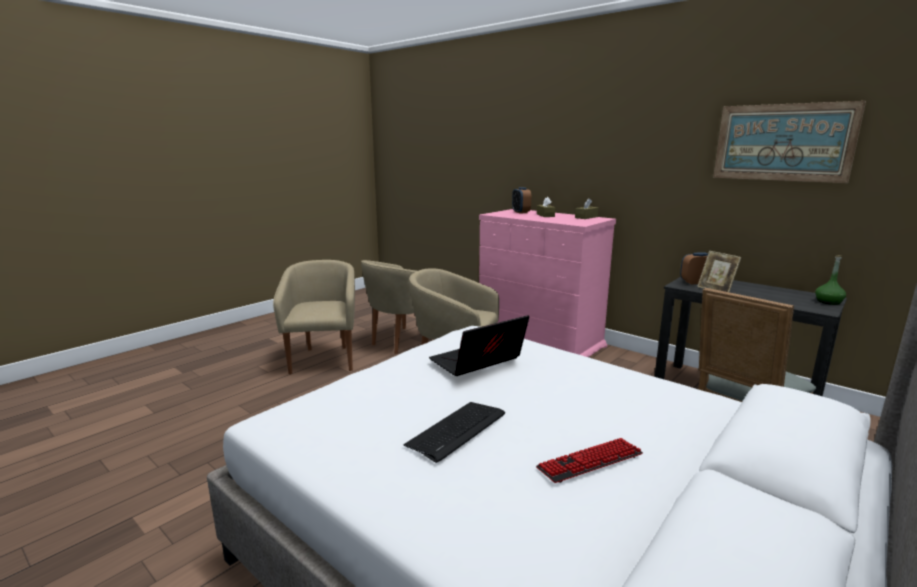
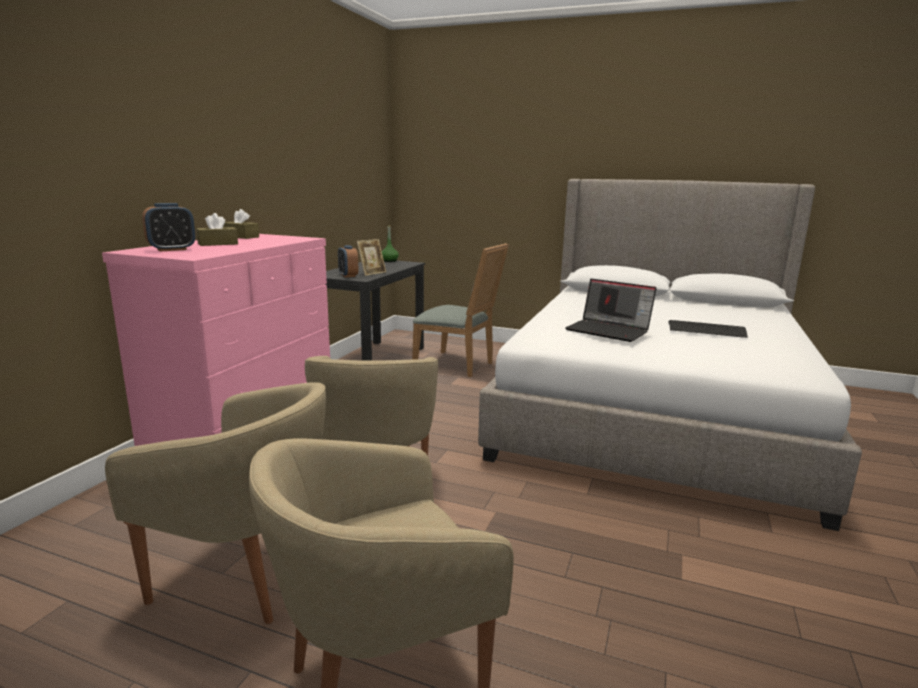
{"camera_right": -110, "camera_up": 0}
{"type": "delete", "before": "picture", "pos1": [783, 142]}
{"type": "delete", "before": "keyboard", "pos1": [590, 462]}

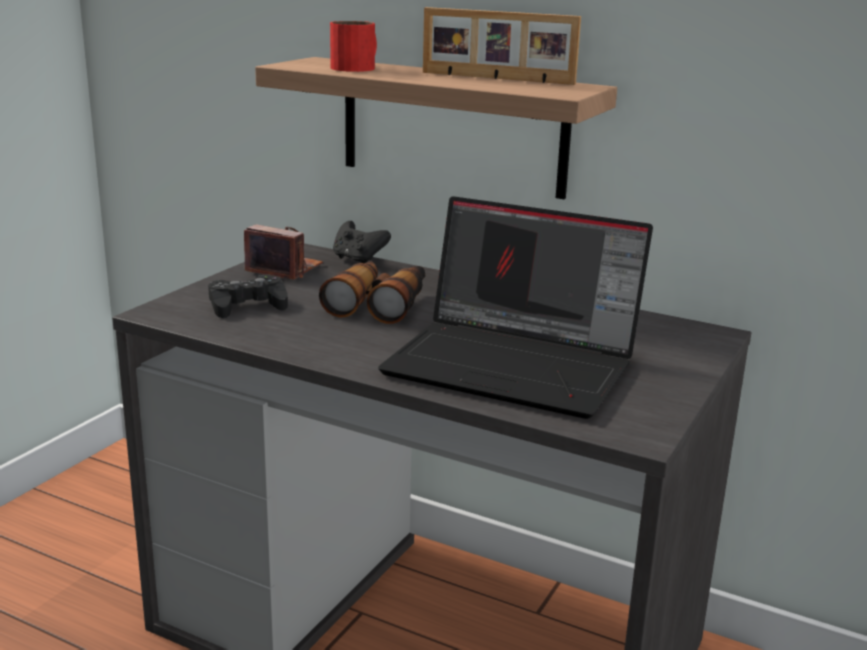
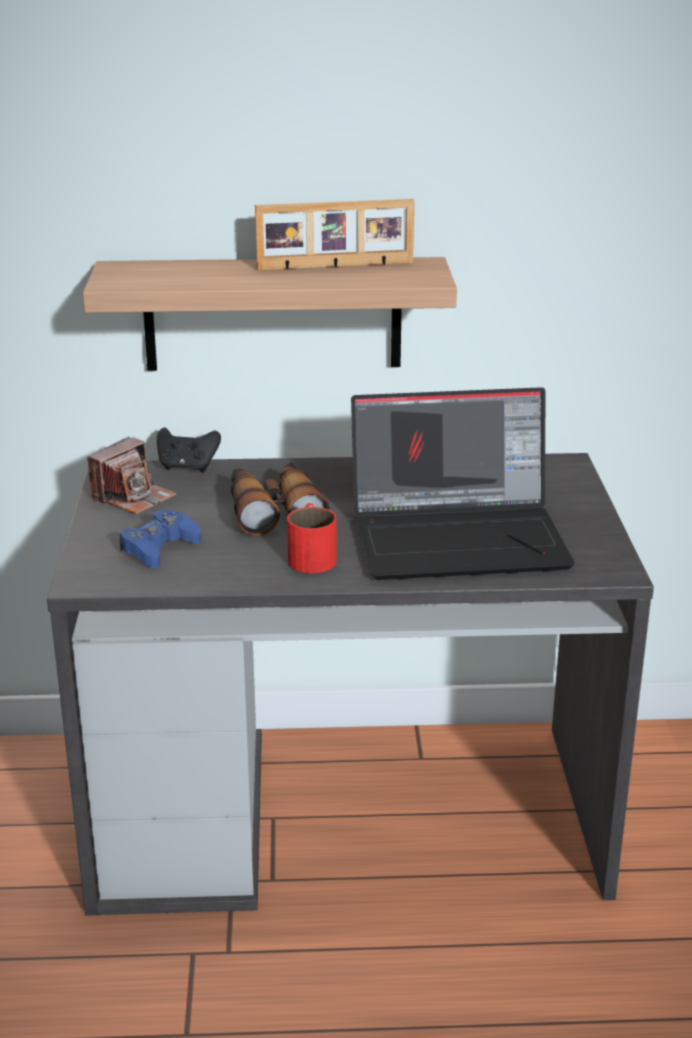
{"camera_right": -30, "camera_up": 5}
{"type": "move", "before": "red mug", "pos1": [358, 67], "pos2": [311, 555]}
{"type": "rotate", "before": "photo camera", "pos1": [285, 269], "pos2": [133, 497], "turn": 135}
{"type": "recolor", "before": "black game controller", "after": "blue game controller", "pos1": [247, 305], "pos2": [159, 548]}

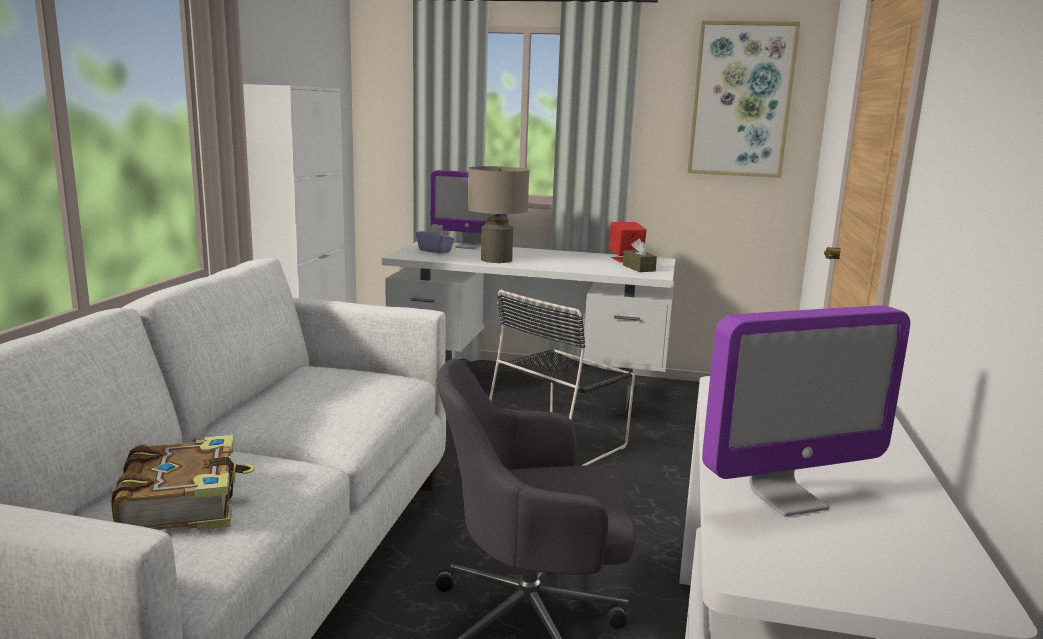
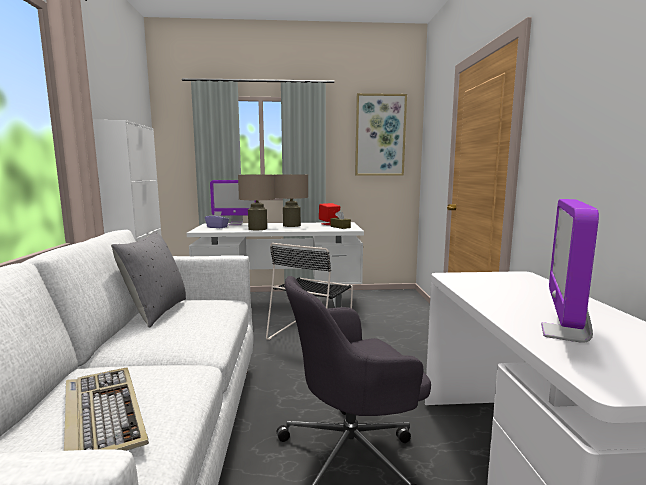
{"camera_right": -15, "camera_up": -5}
{"type": "rotate", "before": "monitor", "pos1": [787, 499], "pos2": [564, 334], "turn": 150}
{"type": "replace", "before": "book", "after": "keyboard", "pos1": [184, 503], "pos2": [101, 415]}
{"type": "insert", "after": "beige table lamp", "pos2": [291, 225]}
{"type": "insert", "after": "grey pillow", "pos2": [156, 312]}

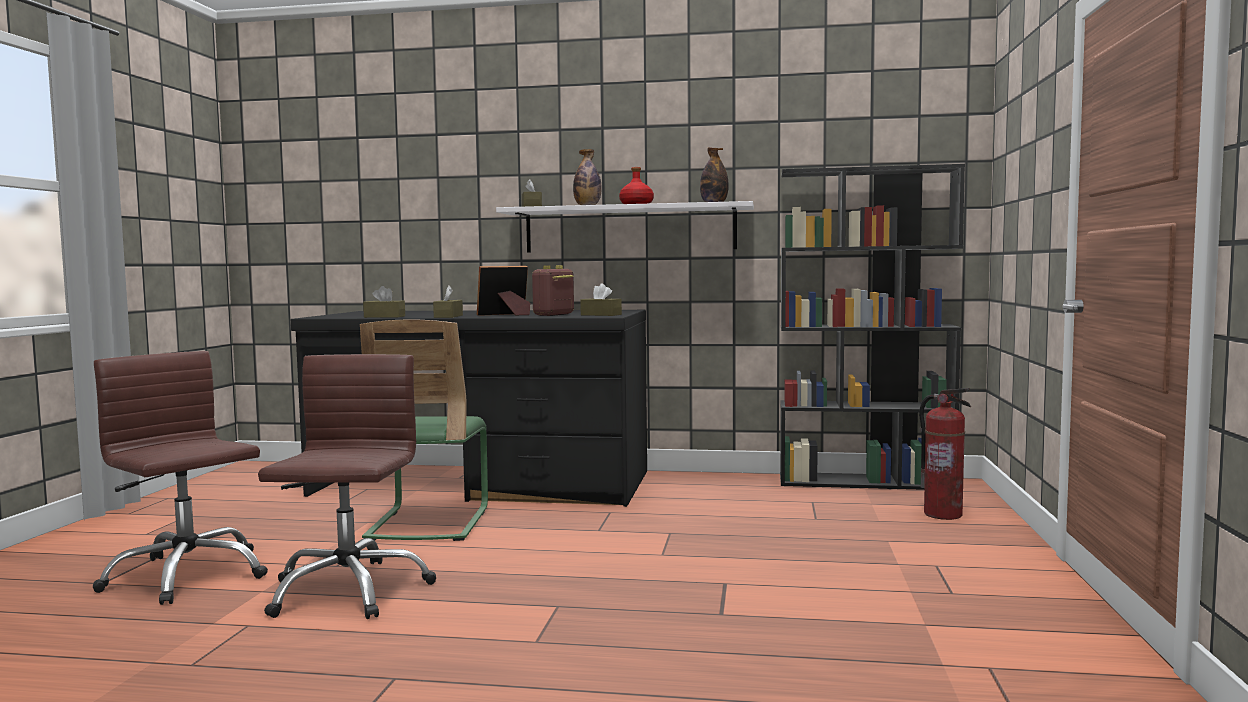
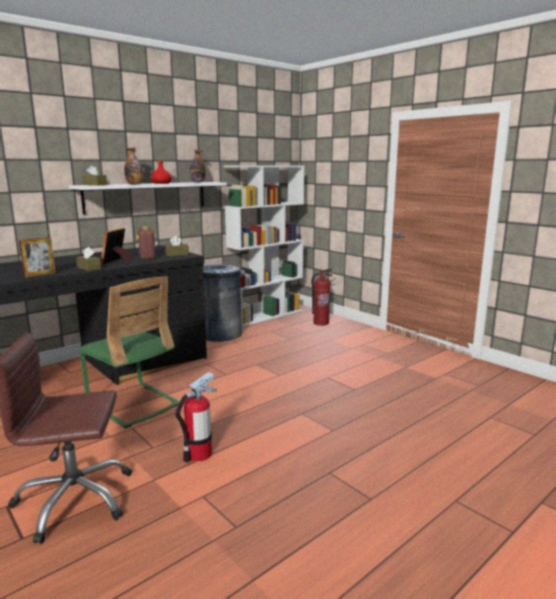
{"camera_right": -50, "camera_up": 10}
{"type": "recolor", "before": "black bookcase", "after": "white bookcase", "pos1": [865, 482], "pos2": [266, 316]}
{"type": "replace", "before": "brown tissue box", "after": "picture frame", "pos1": [384, 316], "pos2": [40, 275]}
{"type": "replace", "before": "brown office chair", "after": "fire extinguisher", "pos1": [347, 590], "pos2": [199, 454]}
{"type": "insert", "after": "grey trash can", "pos2": [220, 334]}

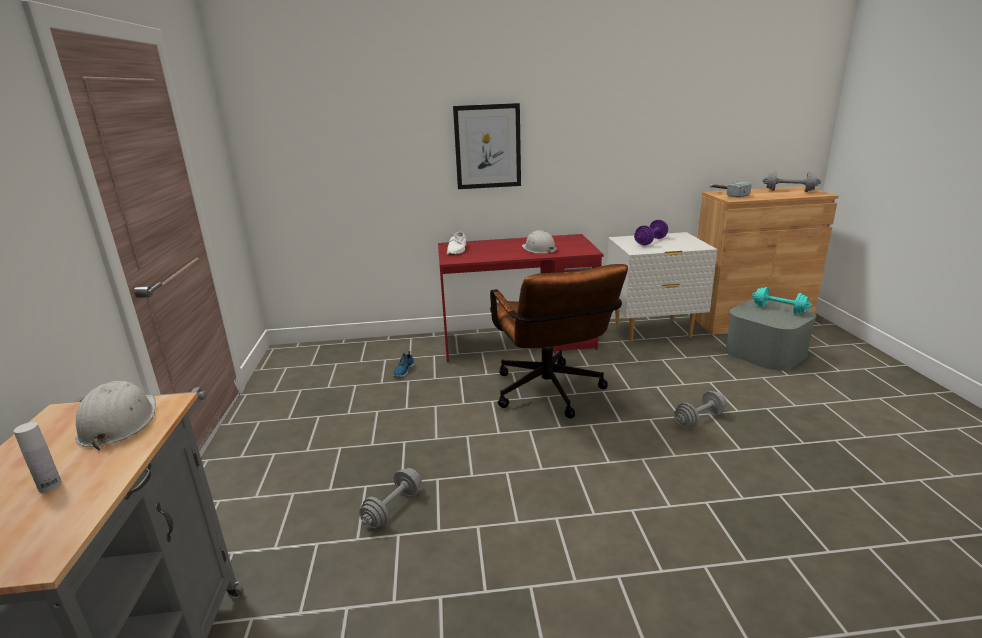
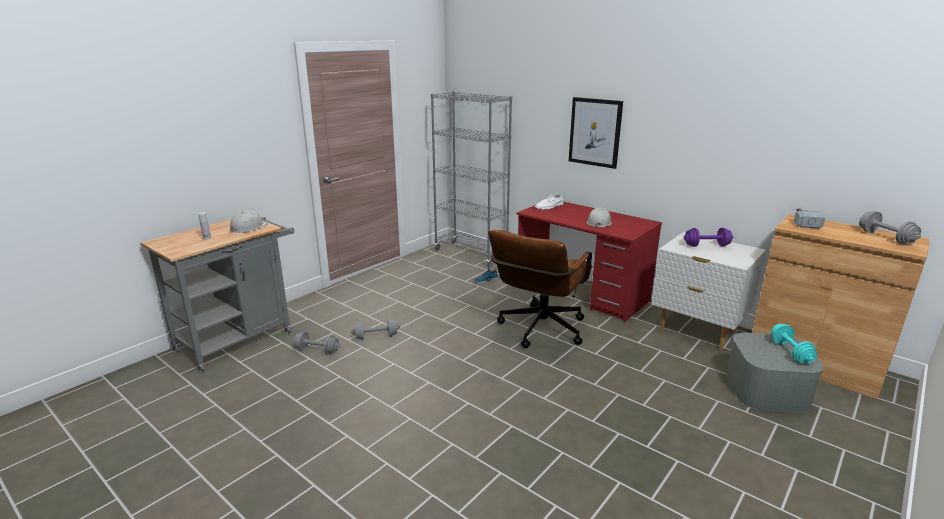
{"camera_right": 45, "camera_up": 0}
{"type": "move", "before": "grey dumbbell", "pos1": [699, 419], "pos2": [317, 351]}
{"type": "insert", "after": "grey bookcase", "pos2": [471, 254]}

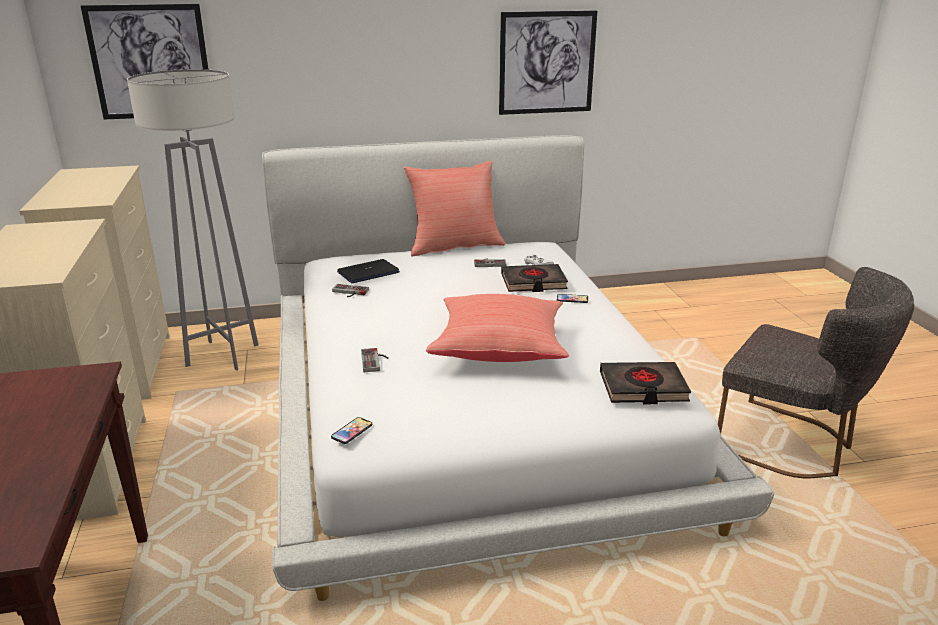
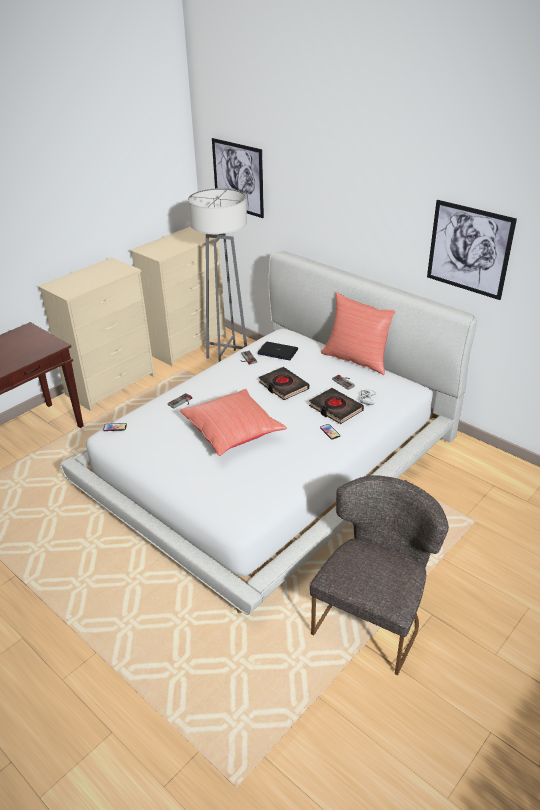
{"camera_right": 55, "camera_up": 10}
{"type": "rotate", "before": "grey chair", "pos1": [792, 445], "pos2": [373, 617], "turn": -150}
{"type": "move", "before": "black book", "pos1": [643, 388], "pos2": [283, 386]}

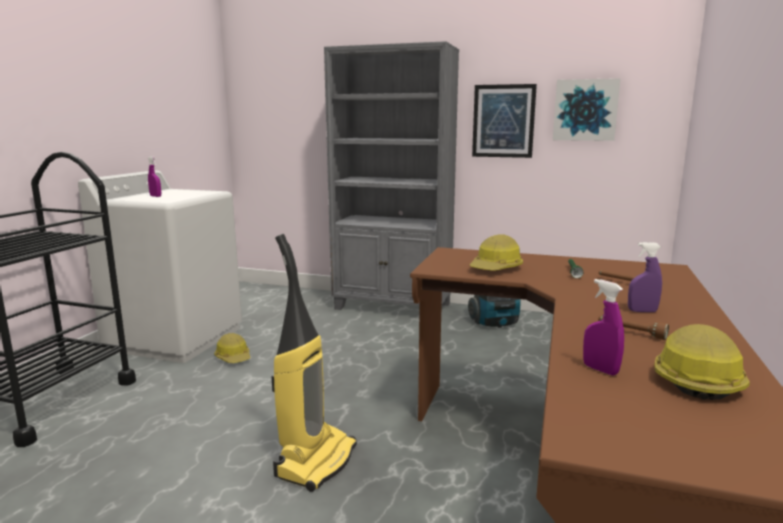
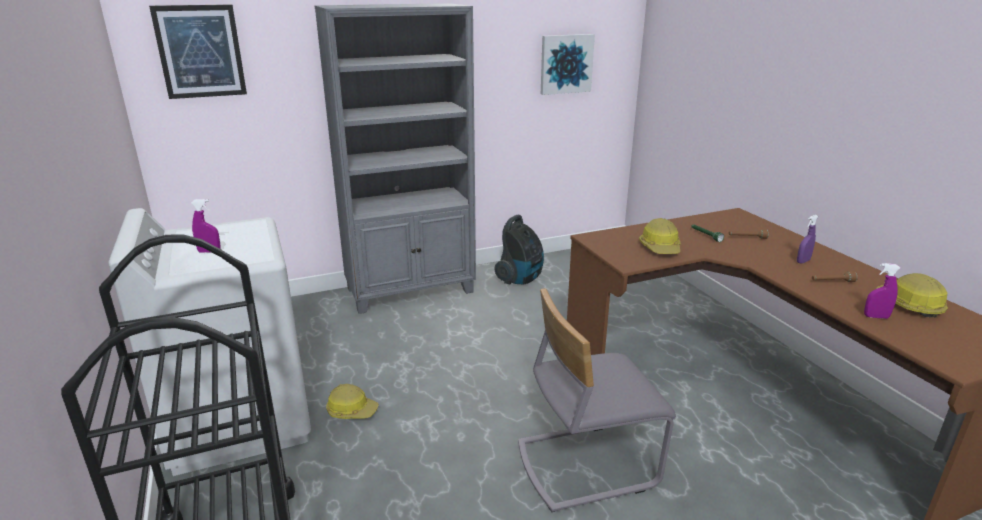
{"camera_right": -40, "camera_up": 10}
{"type": "move", "before": "picture", "pos1": [503, 121], "pos2": [200, 51]}
{"type": "replace", "before": "vacuum cleaner", "after": "grey chair", "pos1": [315, 460], "pos2": [585, 463]}

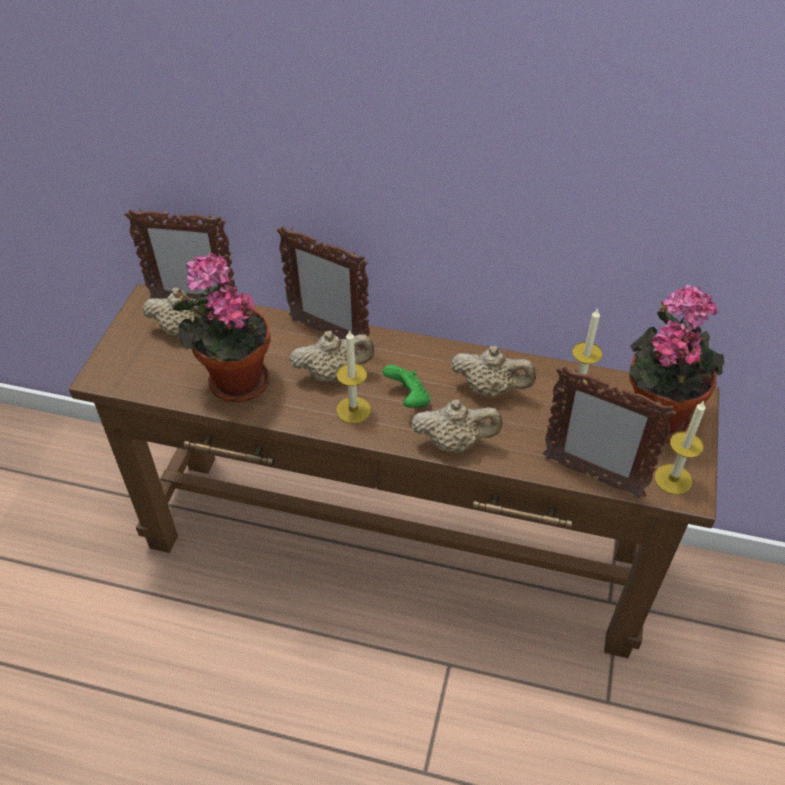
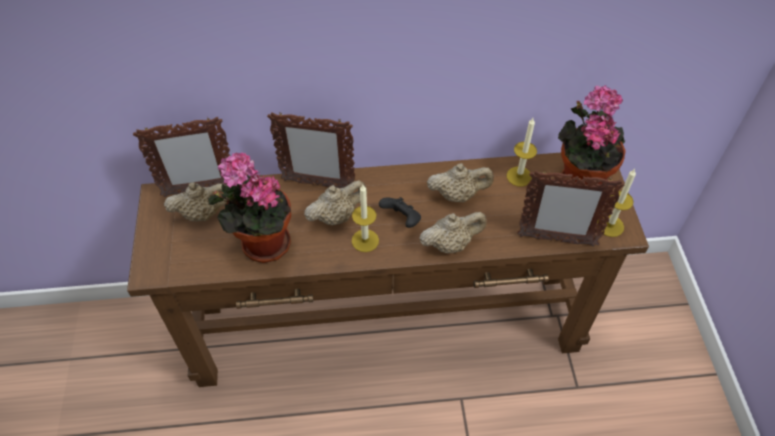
{"camera_right": -20, "camera_up": 5}
{"type": "recolor", "before": "green game controller", "after": "black game controller", "pos1": [408, 399], "pos2": [402, 220]}

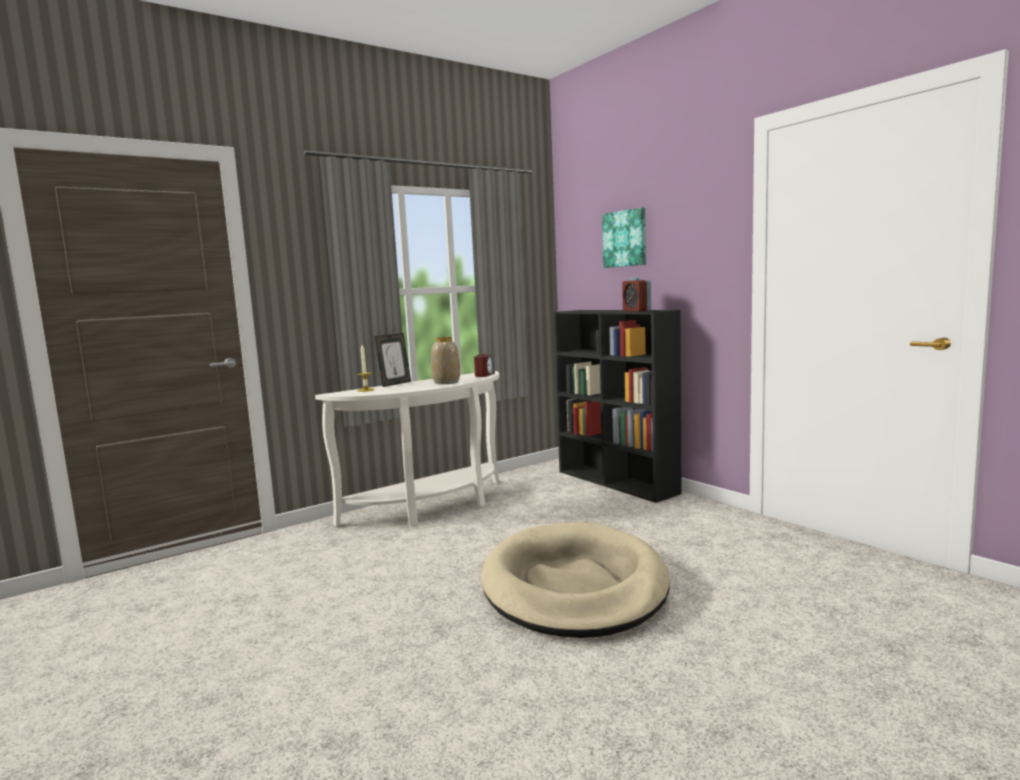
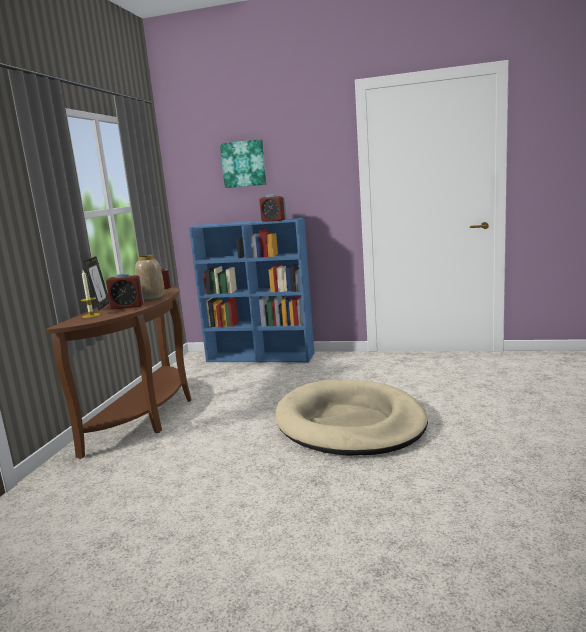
{"camera_right": -40, "camera_up": 5}
{"type": "recolor", "before": "black bookcase", "after": "blue bookcase", "pos1": [617, 482], "pos2": [261, 357]}
{"type": "recolor", "before": "white console table", "after": "brown console table", "pos1": [433, 508], "pos2": [150, 415]}
{"type": "insert", "after": "alarm clock", "pos2": [127, 306]}

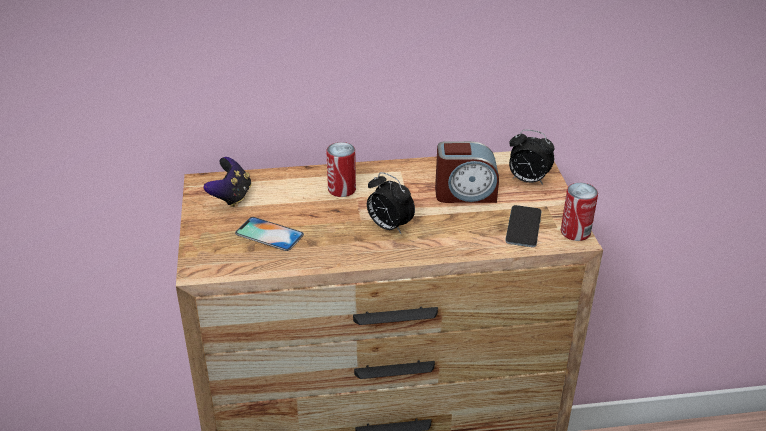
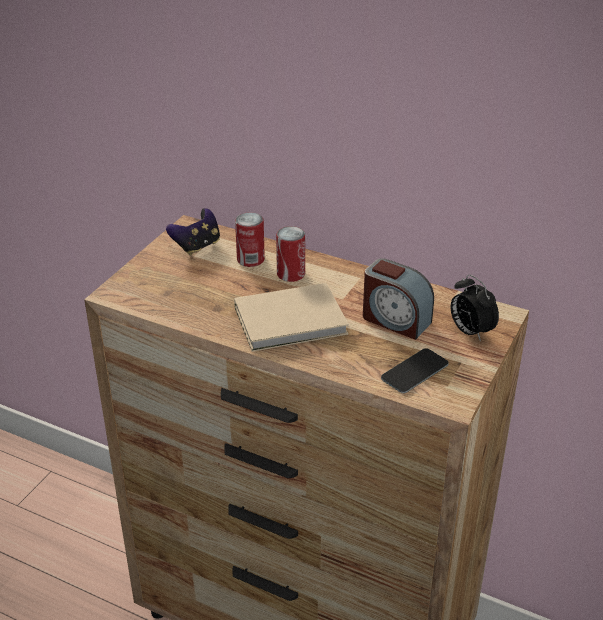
{"camera_right": 35, "camera_up": 0}
{"type": "replace", "before": "alarm clock", "after": "beige book", "pos1": [388, 227], "pos2": [293, 321]}
{"type": "move", "before": "can", "pos1": [575, 232], "pos2": [250, 259]}
{"type": "delete", "before": "phone", "pos1": [269, 234]}

